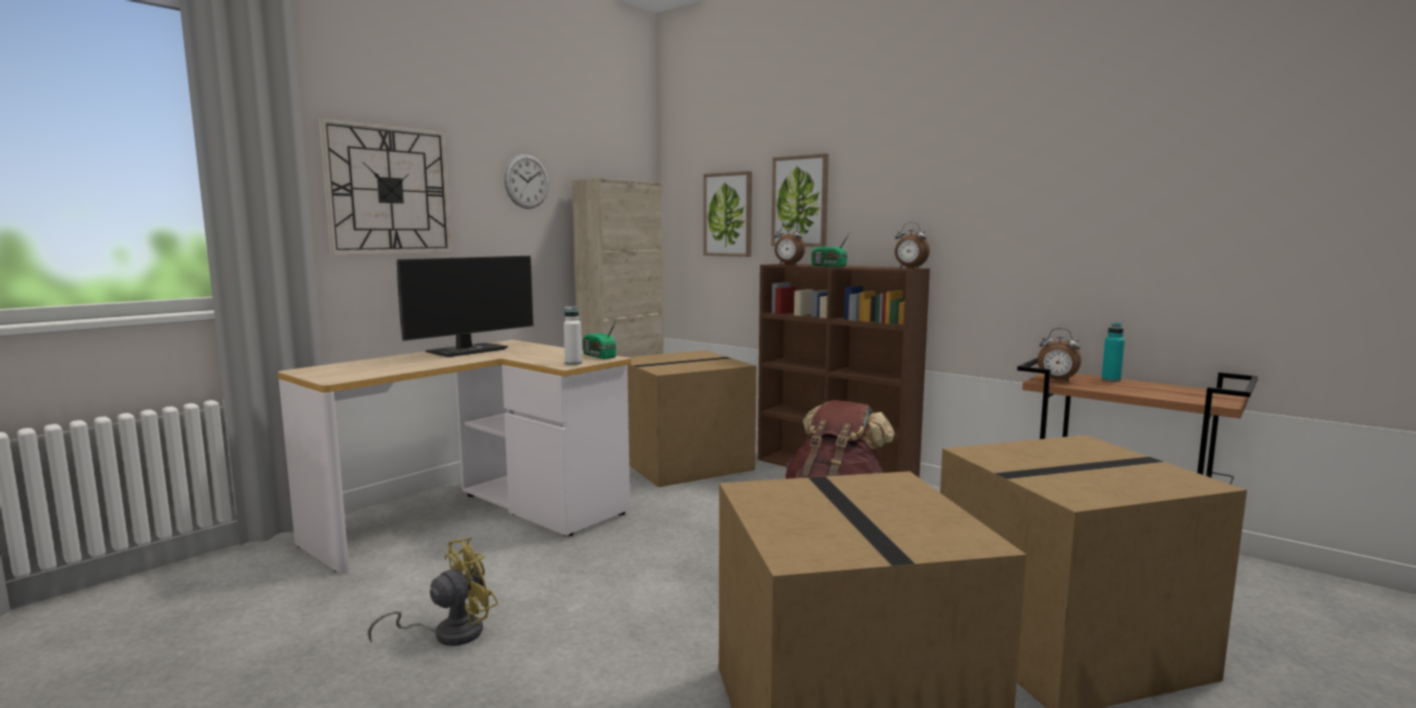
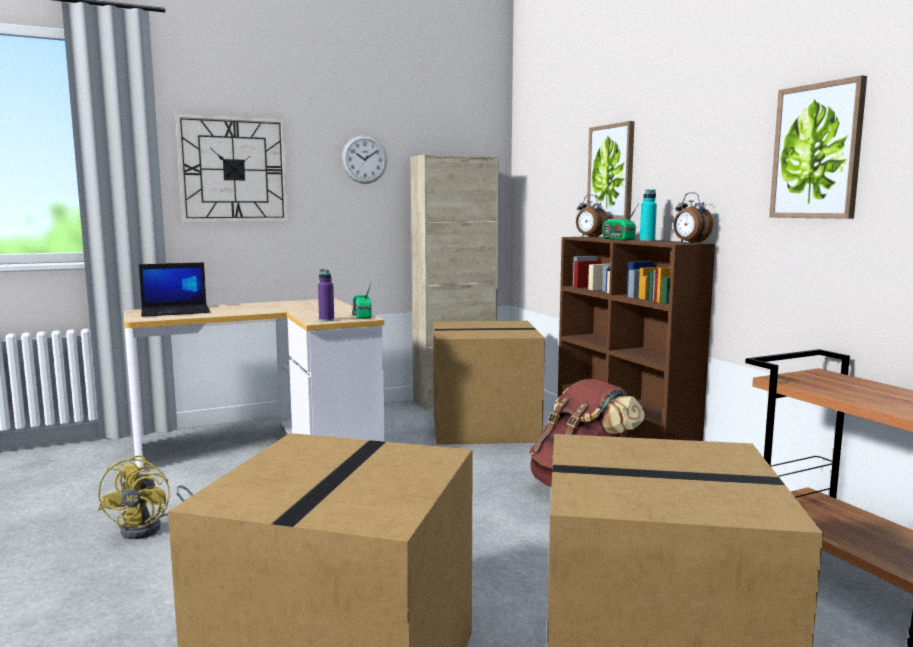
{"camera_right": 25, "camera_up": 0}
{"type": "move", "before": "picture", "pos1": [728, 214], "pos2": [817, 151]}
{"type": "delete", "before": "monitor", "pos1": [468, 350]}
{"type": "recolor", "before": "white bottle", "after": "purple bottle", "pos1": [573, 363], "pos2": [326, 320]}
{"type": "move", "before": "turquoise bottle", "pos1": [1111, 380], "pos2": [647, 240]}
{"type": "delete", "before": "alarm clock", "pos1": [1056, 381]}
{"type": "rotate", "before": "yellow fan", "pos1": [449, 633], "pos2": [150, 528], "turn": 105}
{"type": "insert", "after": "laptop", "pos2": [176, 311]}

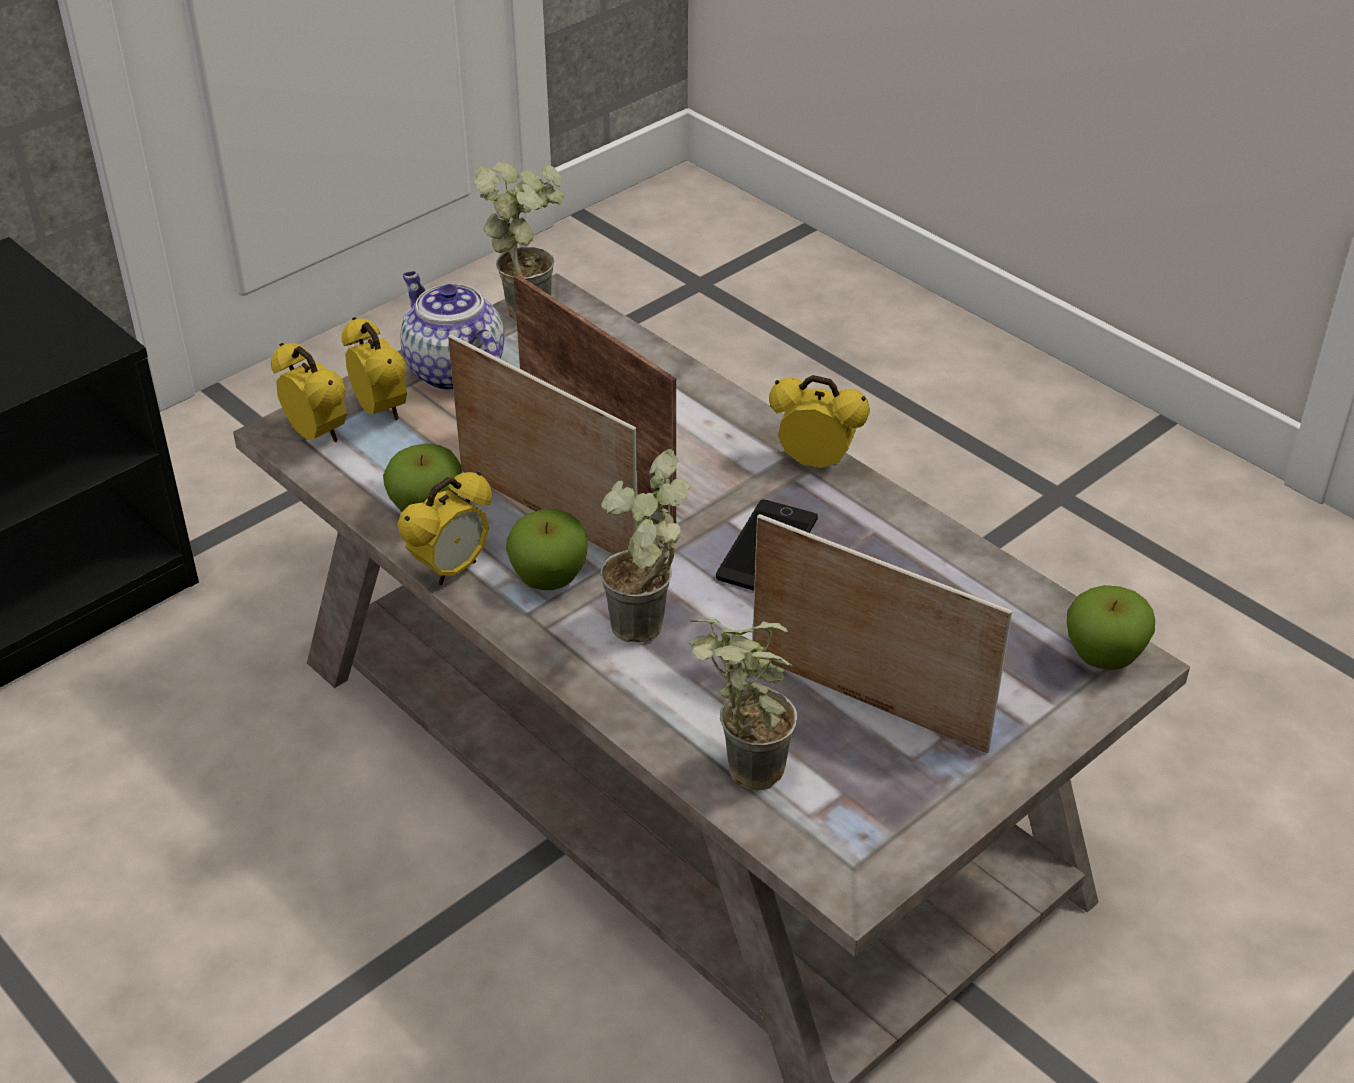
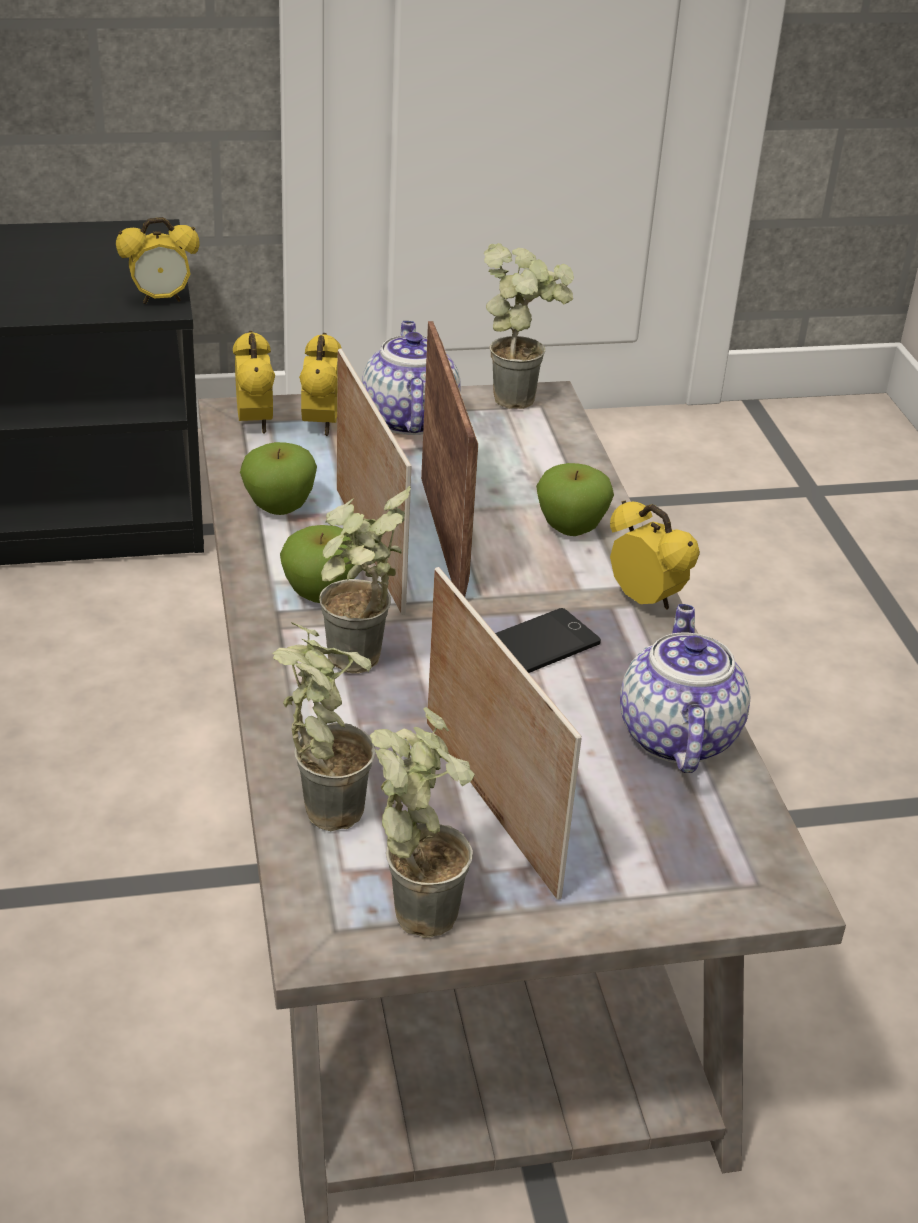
{"camera_right": 30, "camera_up": -5}
{"type": "move", "before": "alarm clock", "pos1": [451, 570], "pos2": [161, 299]}
{"type": "move", "before": "apple", "pos1": [1103, 657], "pos2": [570, 528]}
{"type": "insert", "after": "teapot", "pos2": [676, 735]}
{"type": "insert", "after": "potted plant", "pos2": [415, 903]}

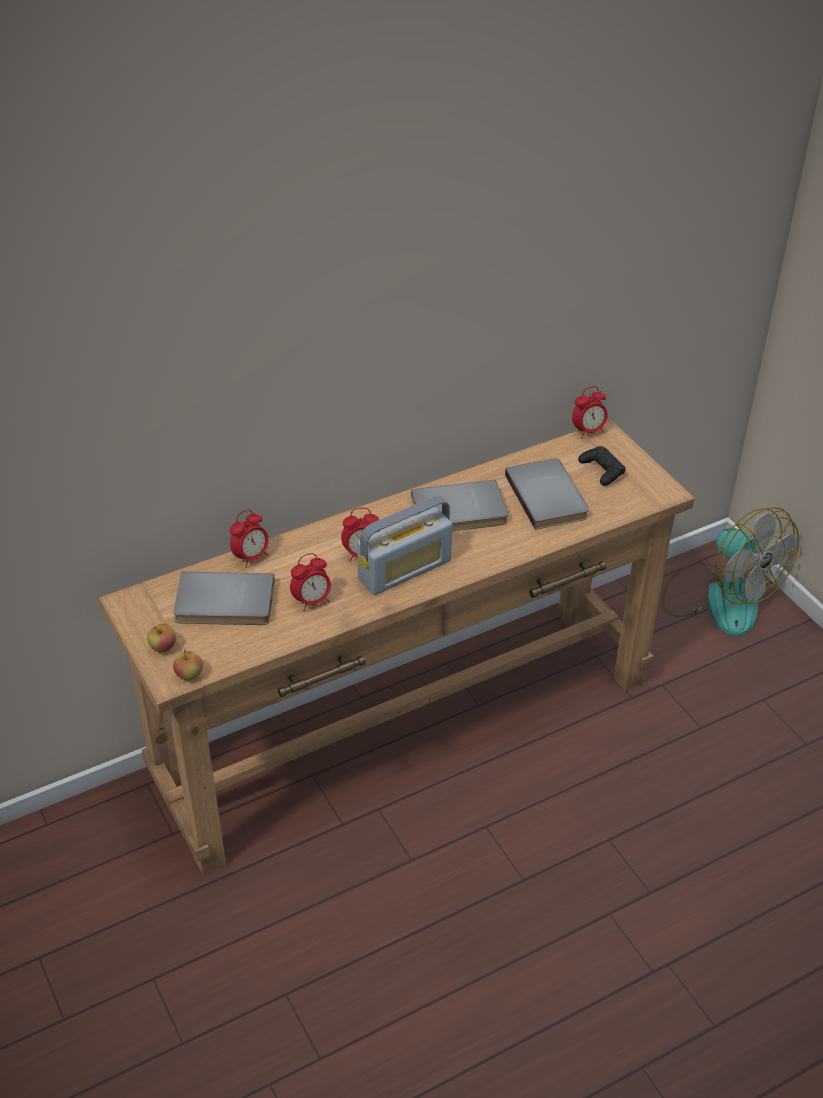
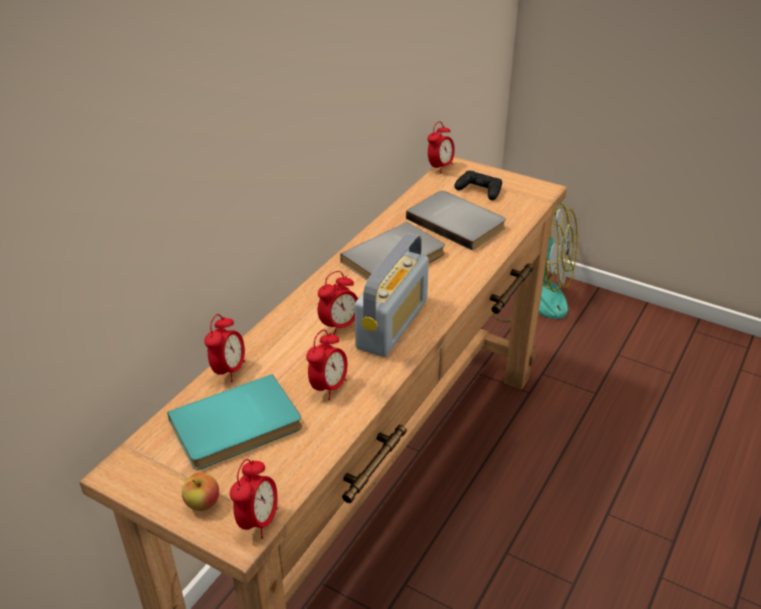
{"camera_right": -30, "camera_up": -5}
{"type": "recolor", "before": "grey book", "after": "turquoise book", "pos1": [224, 604], "pos2": [237, 427]}
{"type": "replace", "before": "apple", "after": "alarm clock", "pos1": [189, 675], "pos2": [258, 521]}

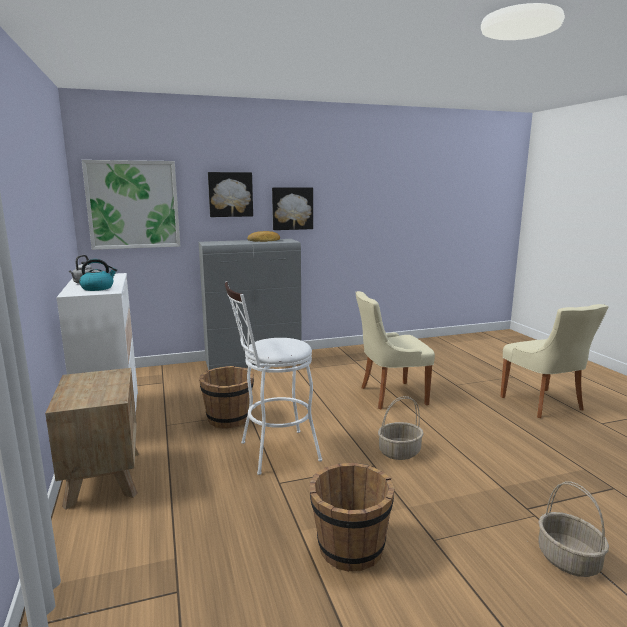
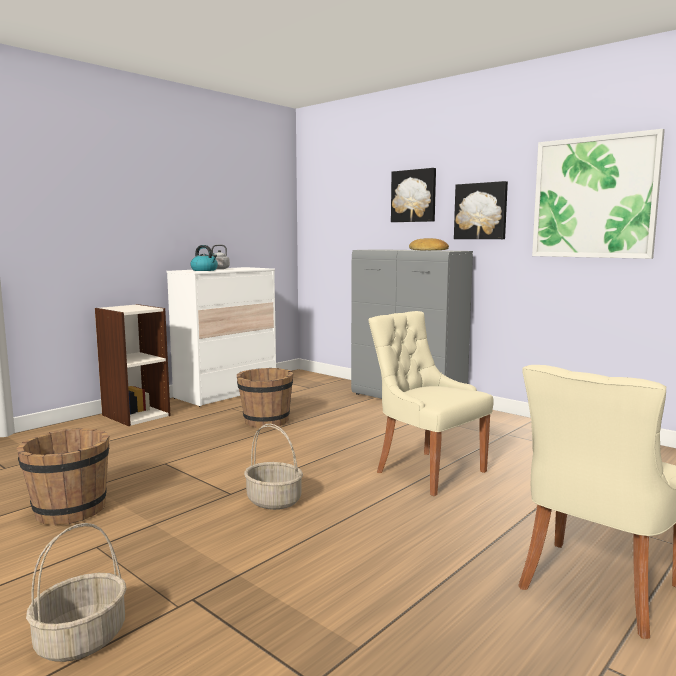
{"camera_right": 60, "camera_up": -5}
{"type": "move", "before": "picture", "pos1": [133, 205], "pos2": [594, 197]}
{"type": "delete", "before": "white stool", "pos1": [272, 452]}
{"type": "replace", "before": "brown nightstand", "after": "bookcase", "pos1": [103, 478], "pos2": [136, 415]}

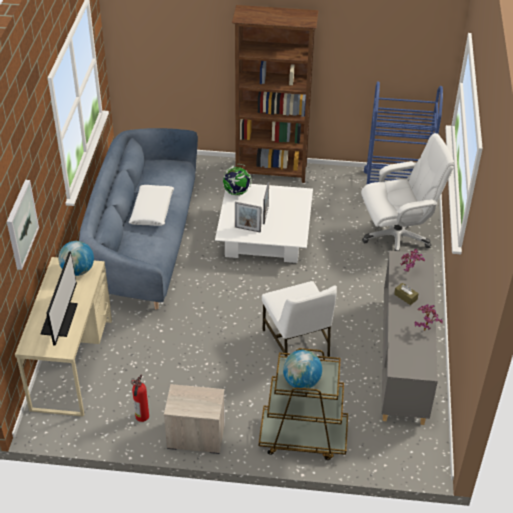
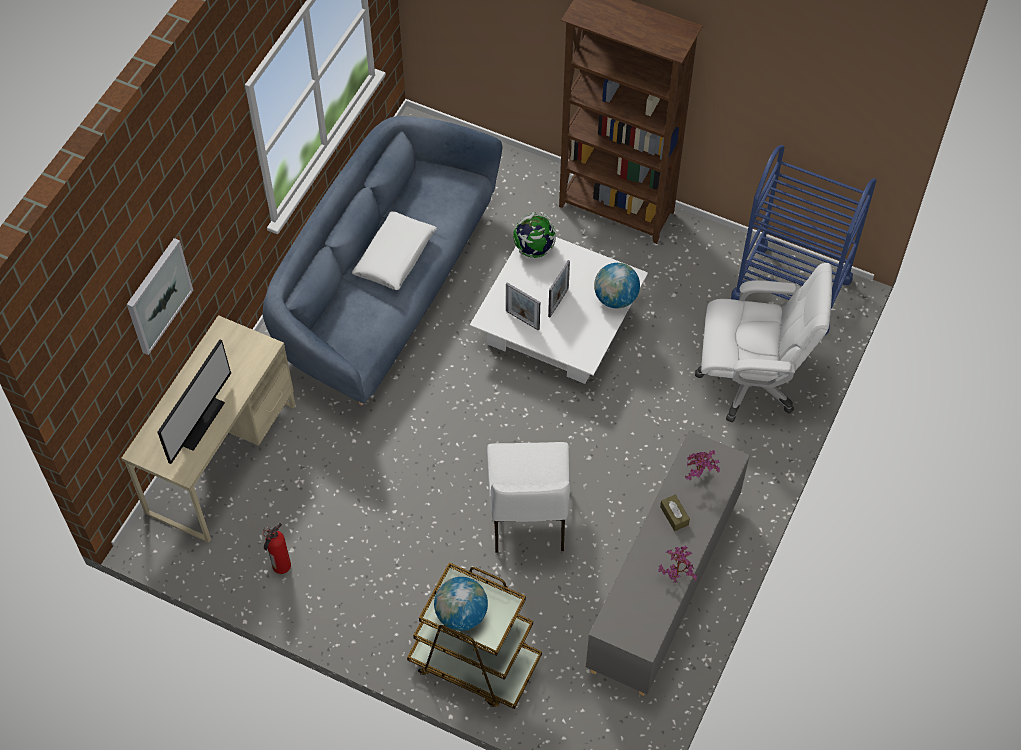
{"camera_right": 20, "camera_up": 15}
{"type": "move", "before": "globe", "pos1": [78, 270], "pos2": [615, 298]}
{"type": "delete", "before": "nightstand", "pos1": [195, 436]}

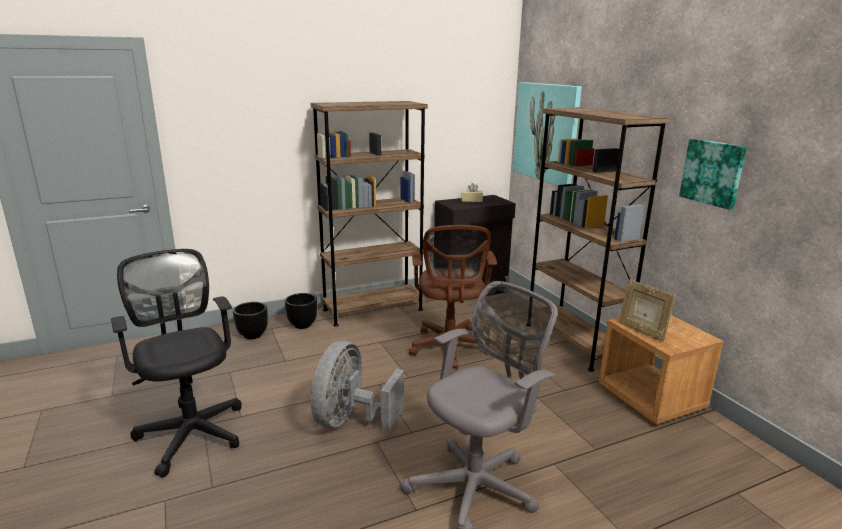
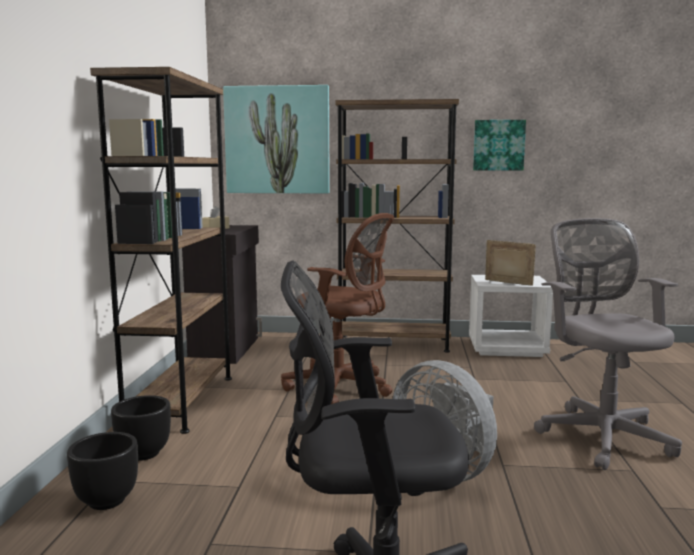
{"camera_right": -60, "camera_up": -10}
{"type": "rotate", "before": "picture frame", "pos1": [641, 331], "pos2": [508, 284], "turn": -150}
{"type": "recolor", "before": "brown nightstand", "after": "white nightstand", "pos1": [651, 399], "pos2": [507, 348]}

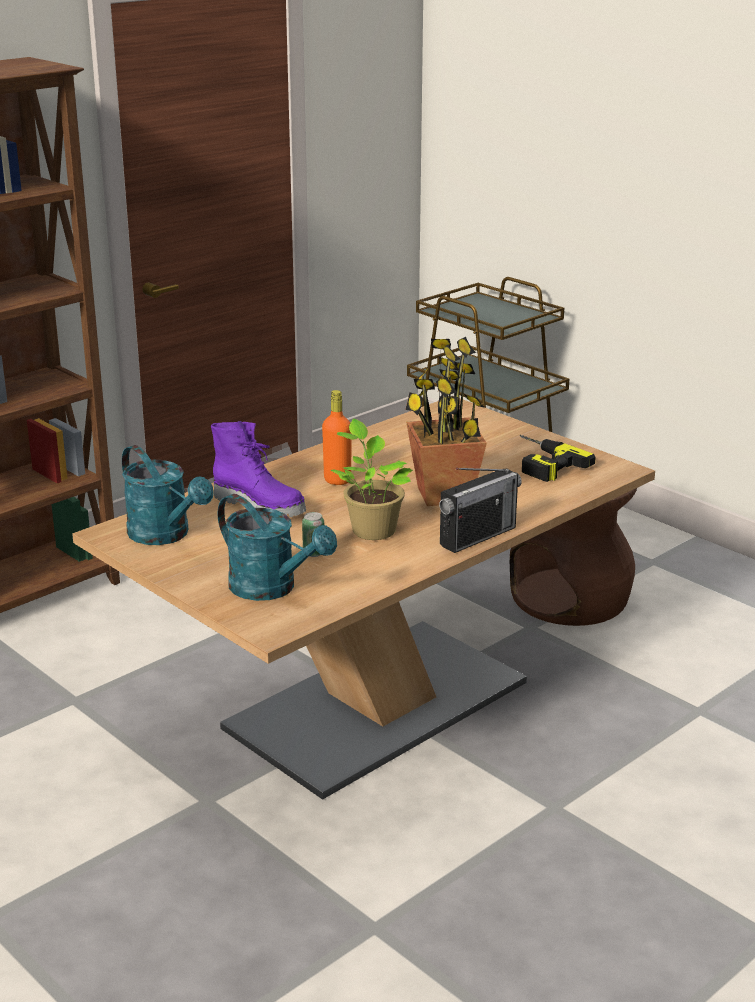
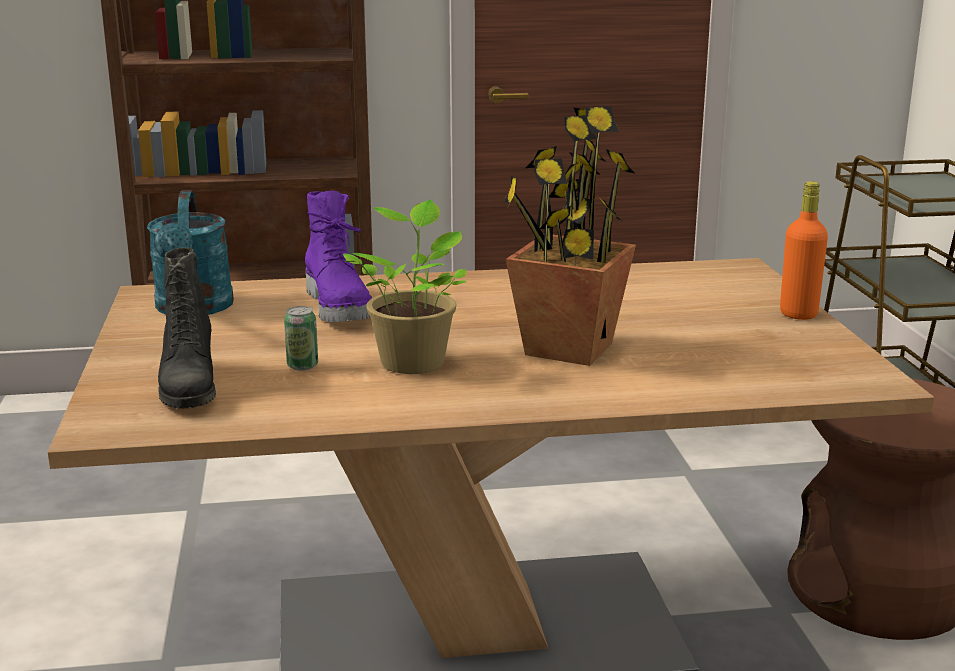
{"camera_right": 35, "camera_up": -5}
{"type": "move", "before": "orange bottle", "pos1": [337, 480], "pos2": [798, 314]}
{"type": "delete", "before": "power drill", "pos1": [539, 463]}
{"type": "delete", "before": "radio", "pos1": [477, 536]}
{"type": "replace", "before": "turquoise watering can", "after": "black boot", "pos1": [272, 589], "pos2": [188, 387]}

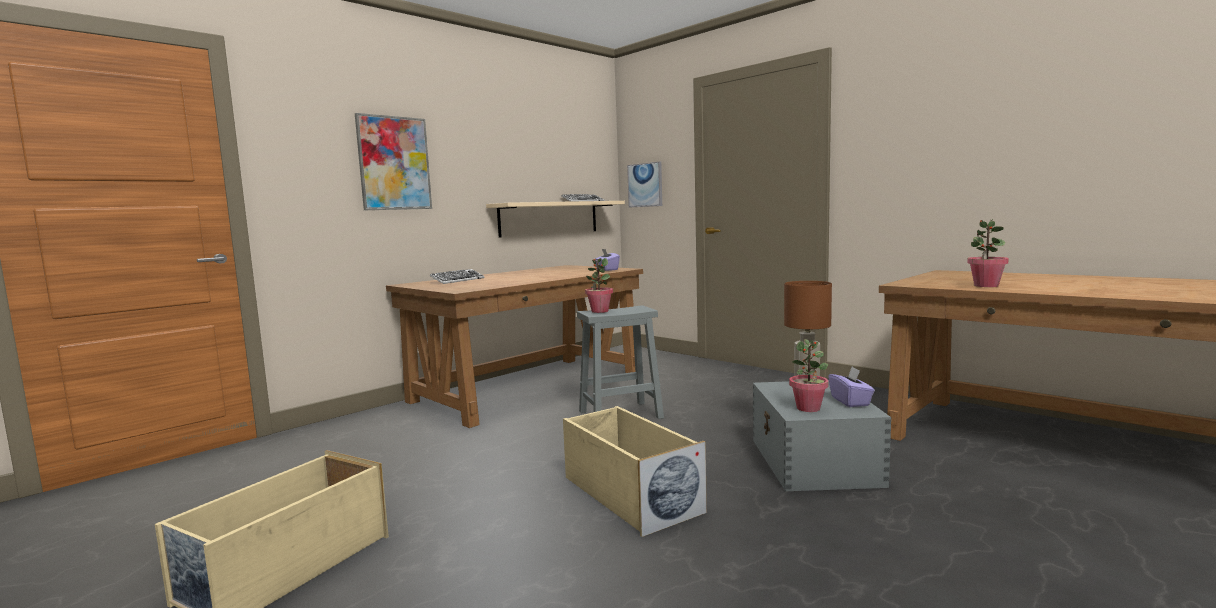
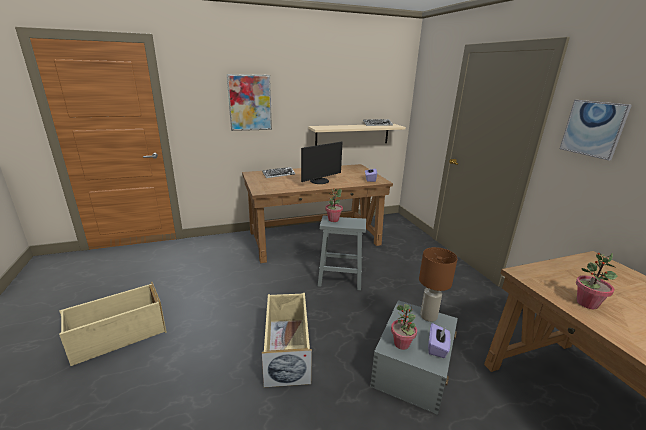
{"camera_right": 25, "camera_up": 15}
{"type": "move", "before": "picture", "pos1": [645, 185], "pos2": [593, 128]}
{"type": "insert", "after": "monitor", "pos2": [320, 181]}

